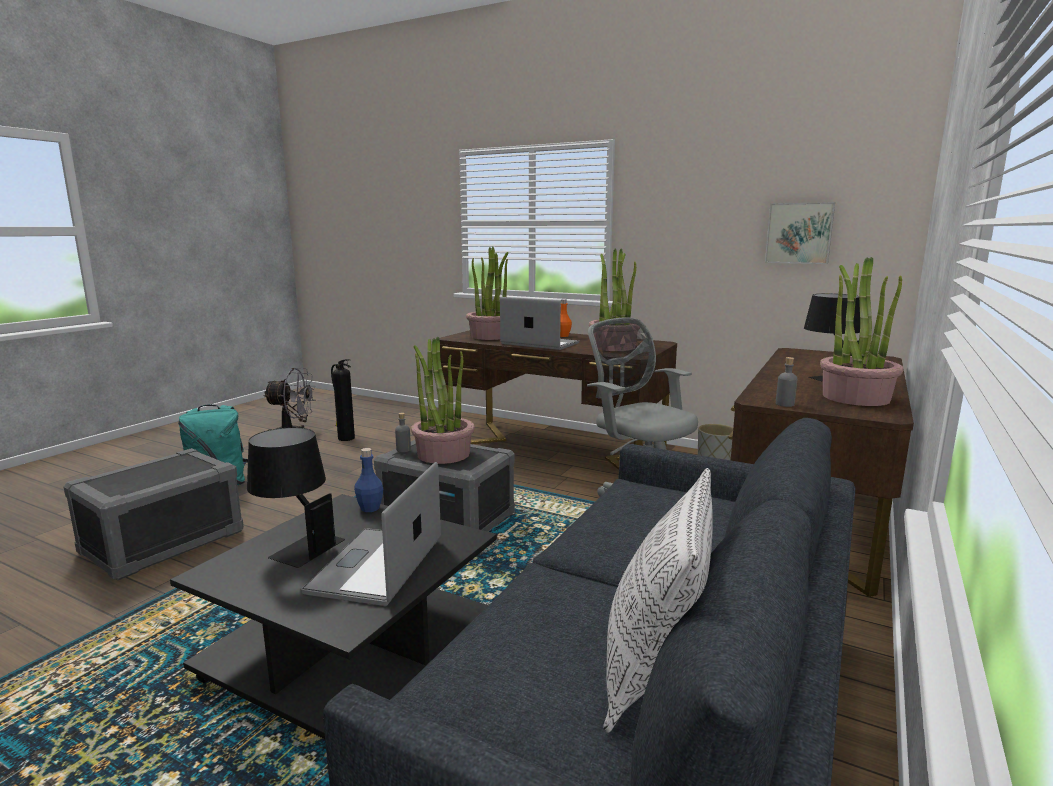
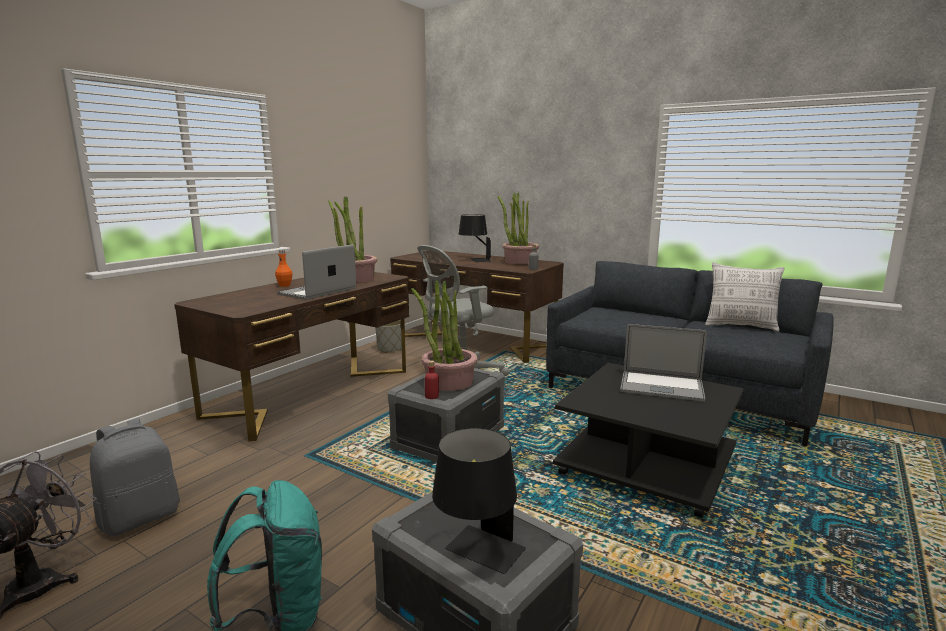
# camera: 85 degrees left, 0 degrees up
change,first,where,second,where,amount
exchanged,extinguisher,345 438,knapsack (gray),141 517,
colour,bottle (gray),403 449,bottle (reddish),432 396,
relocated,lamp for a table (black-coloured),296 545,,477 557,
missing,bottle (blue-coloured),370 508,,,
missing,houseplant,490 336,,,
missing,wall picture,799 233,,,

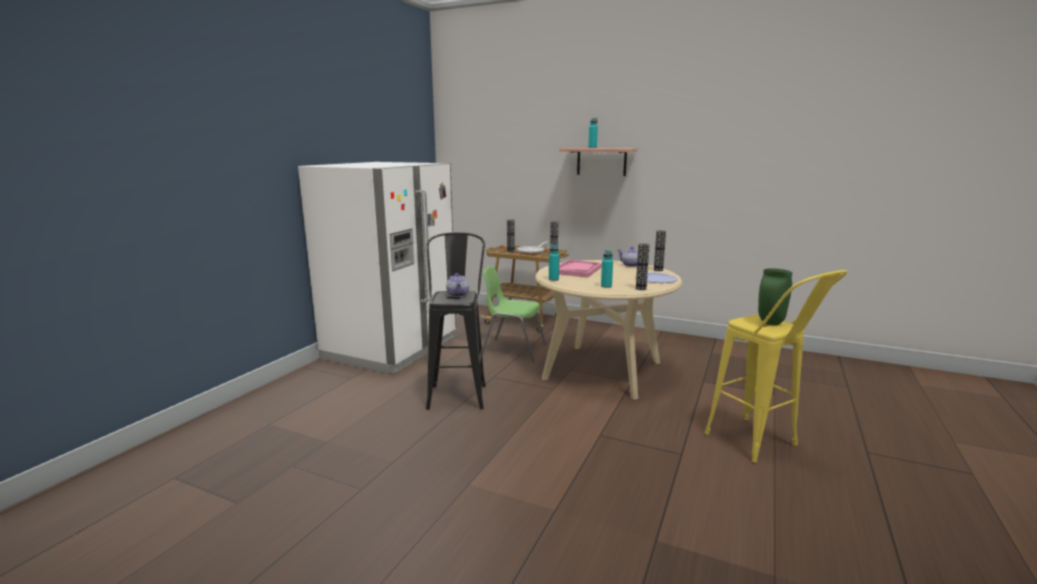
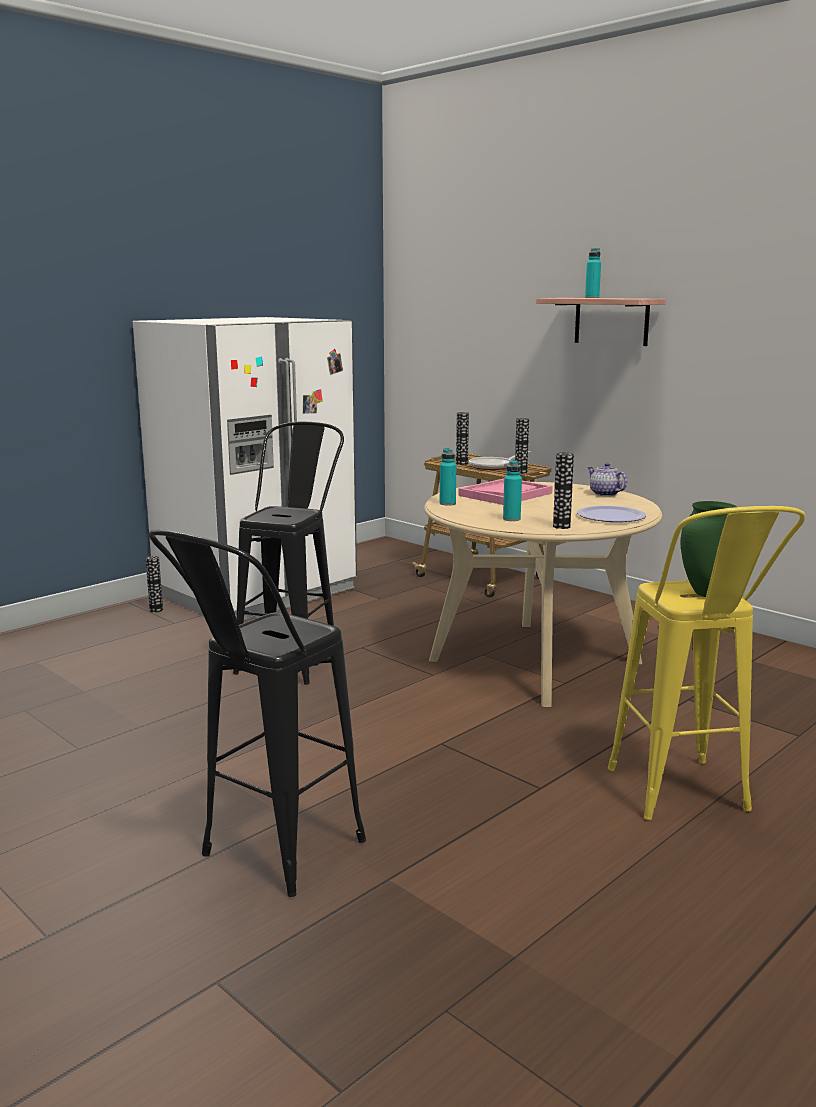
# camera: 20 degrees right, 0 degrees up
change,first,where,second,where,amount
relocated,vase,658 270,,156 610,
appeared,,,stool seat (black-coloured),267 860,
missing,pot for tea,458 295,,,
missing,upright chair (green-coloured),512 349,,,

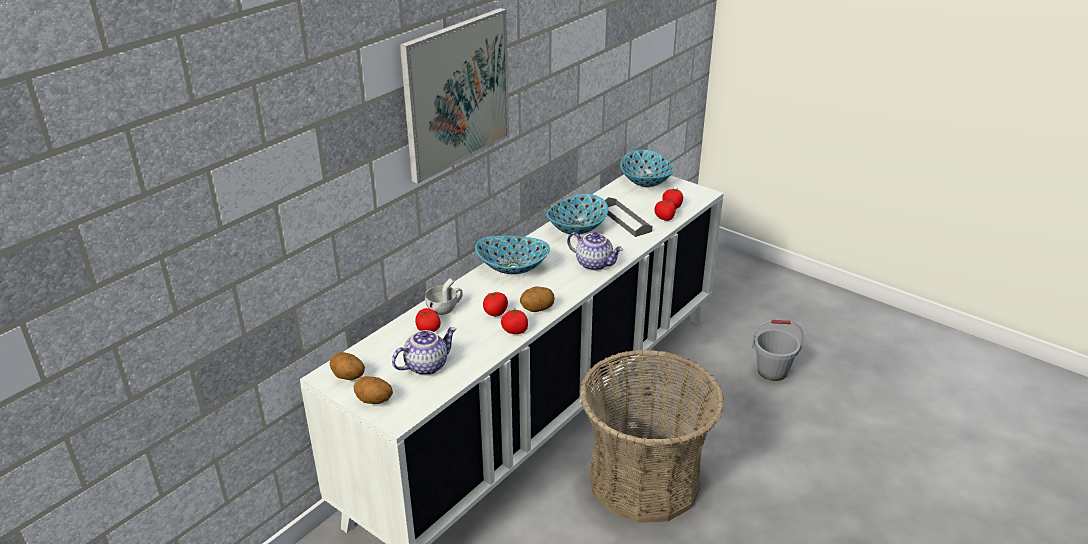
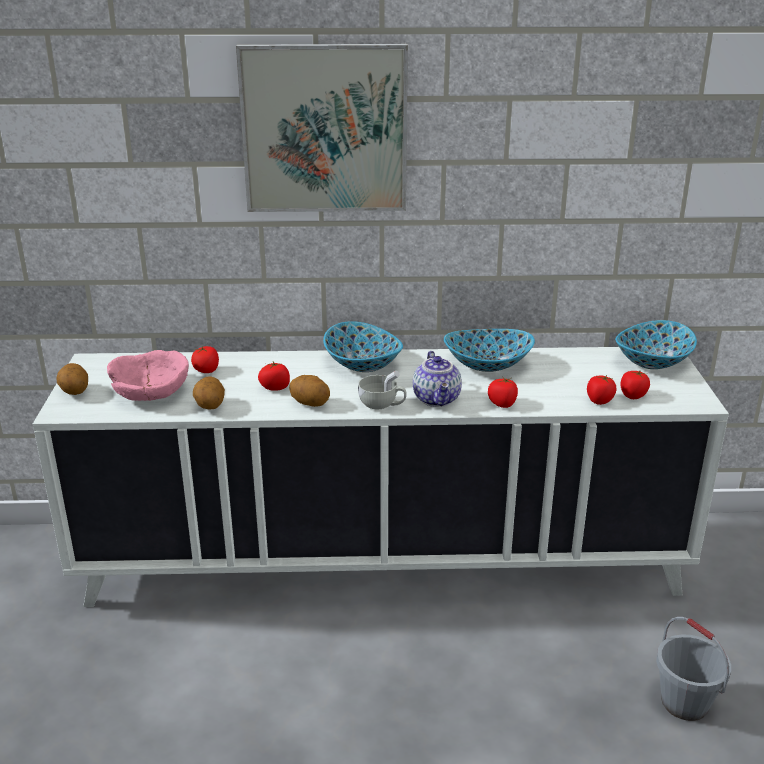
# camera: 50 degrees right, 5 degrees down
change,first,where,second,where,amount
exchanged,pot for tea,426 365,bowl (pink),151 392,
relocated,spud,348 377,,209 406,
relocated,cup (white),445 308,,382 405,
relocated,whole tomato,515 330,,502 404,
missing,basket,644 480,,,
missing,tray (gray),625 220,,,

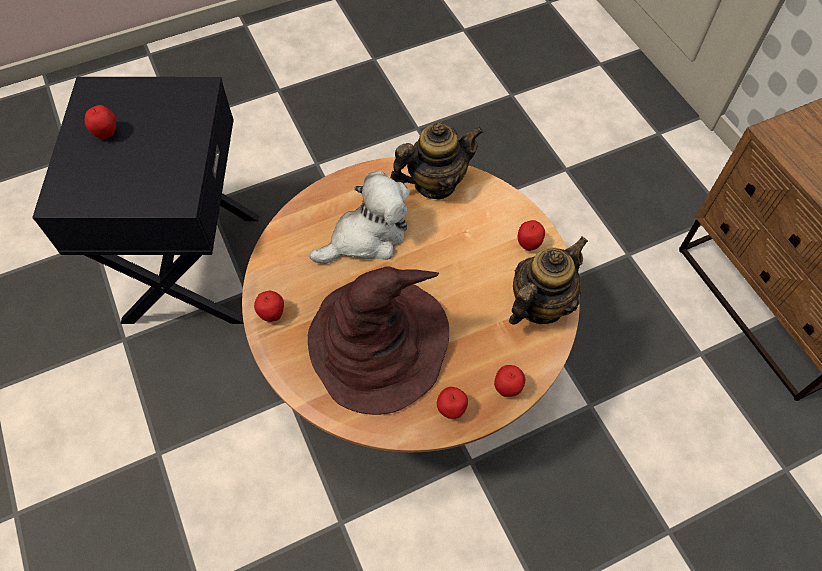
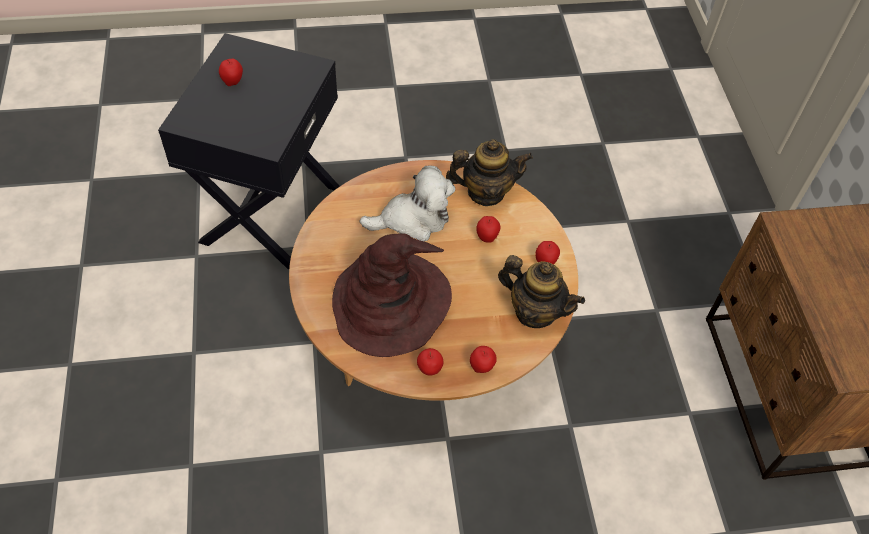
# camera: 15 degrees right, 5 degrees down
change,first,where,second,where,amount
relocated,apple fruit,272 314,,487 237,
spun,pot for tea,539 304,,535 311,60 degrees clockwise

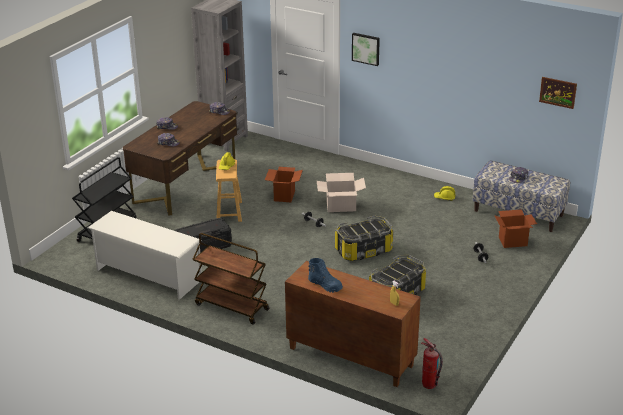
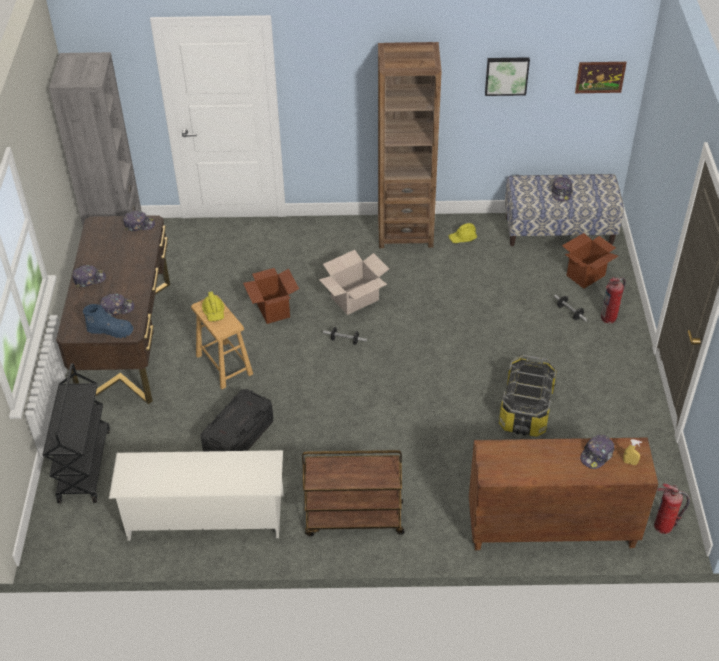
# camera: 30 degrees left, 15 degrees up
change,first,where,second,where,amount
relocated,tall boot (blue-coloured),325 285,,111 331,
appeared,,,shelving unit (brown-coloured),405 232,
relocated,wall picture,366 48,,506 75,
appeared,,,cap,597 455,
appeared,,,extinguisher,609 318,
missing,storage container,363 251,,,

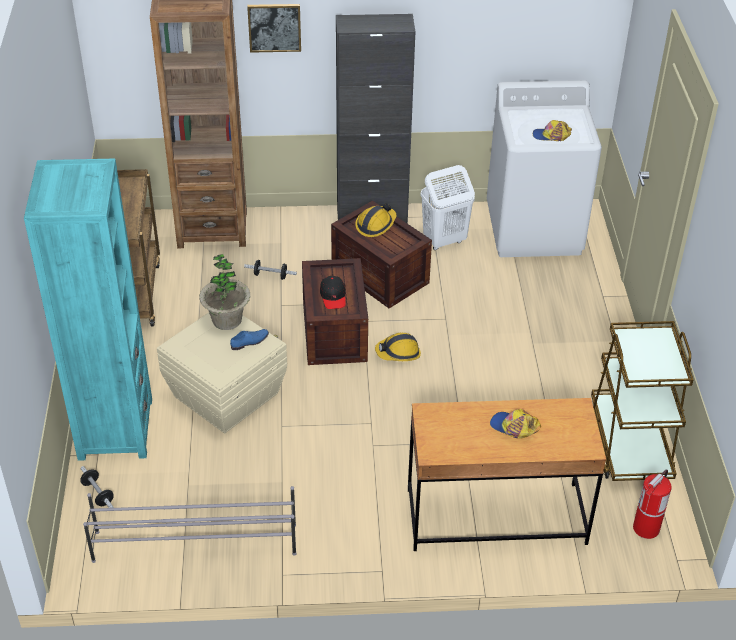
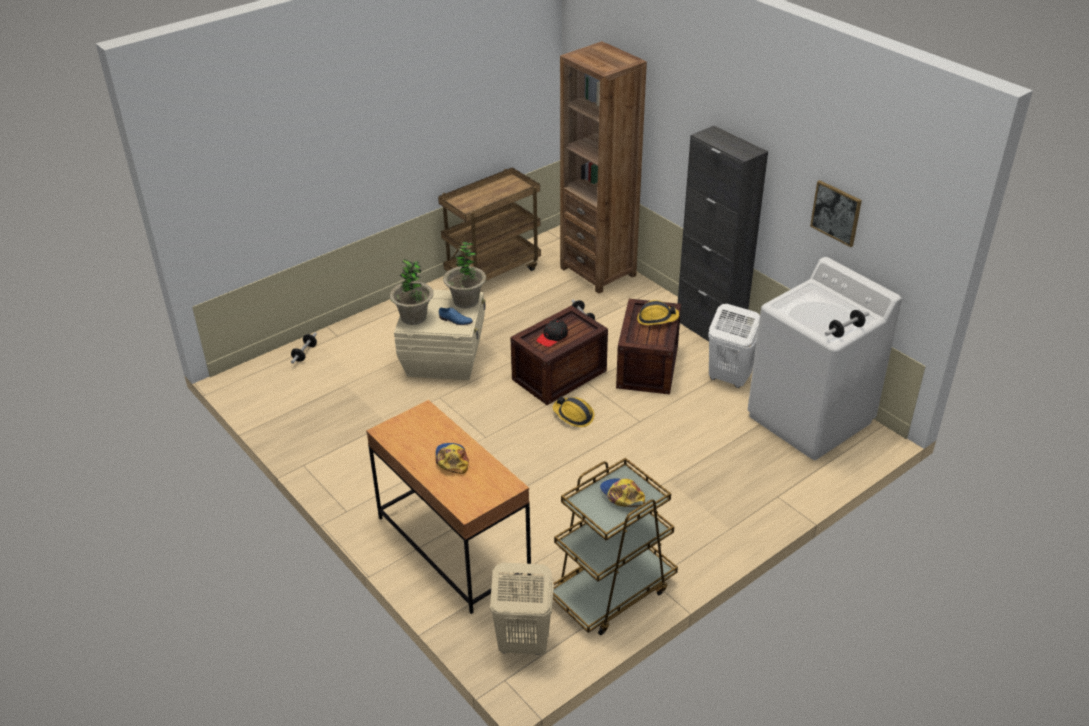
# camera: 55 degrees right, 5 degrees down
change,first,where,second,where,amount
appeared,,,houseplant,413 317,
exchanged,extinguisher,646 528,washing basket (sand-coloured),523 644,
relocated,cap,551 136,,621 495,
relocated,wall picture,274 27,,836 213,
appeared,,,free weight,845 330,
missing,shelving unit (turquoise),115 429,,,
missing,shoe stand (gray),194 542,,,

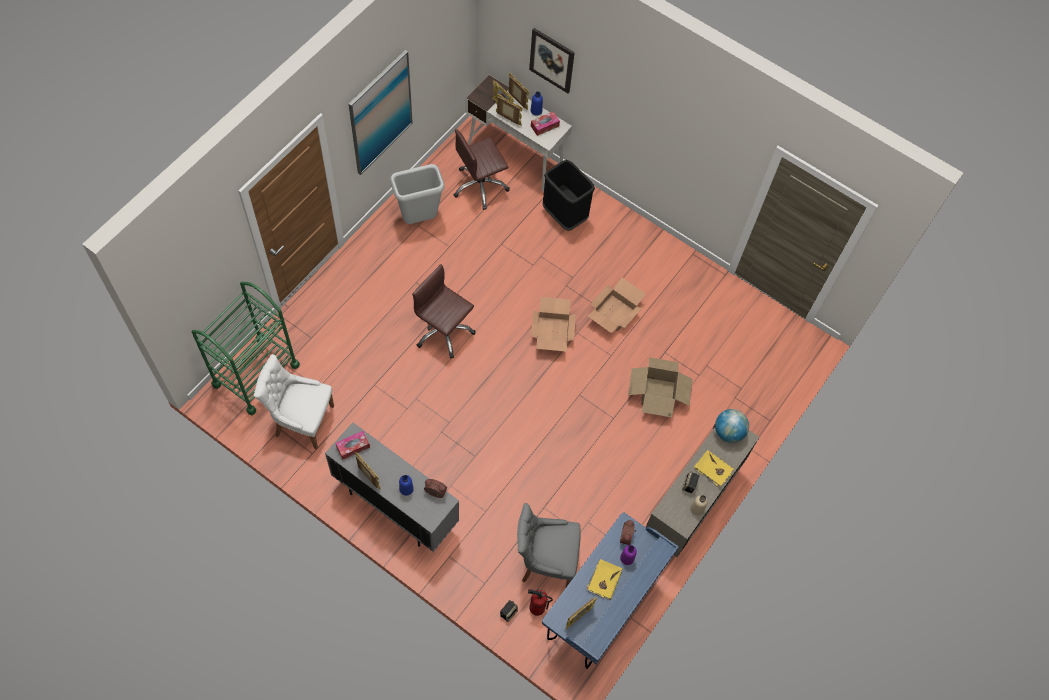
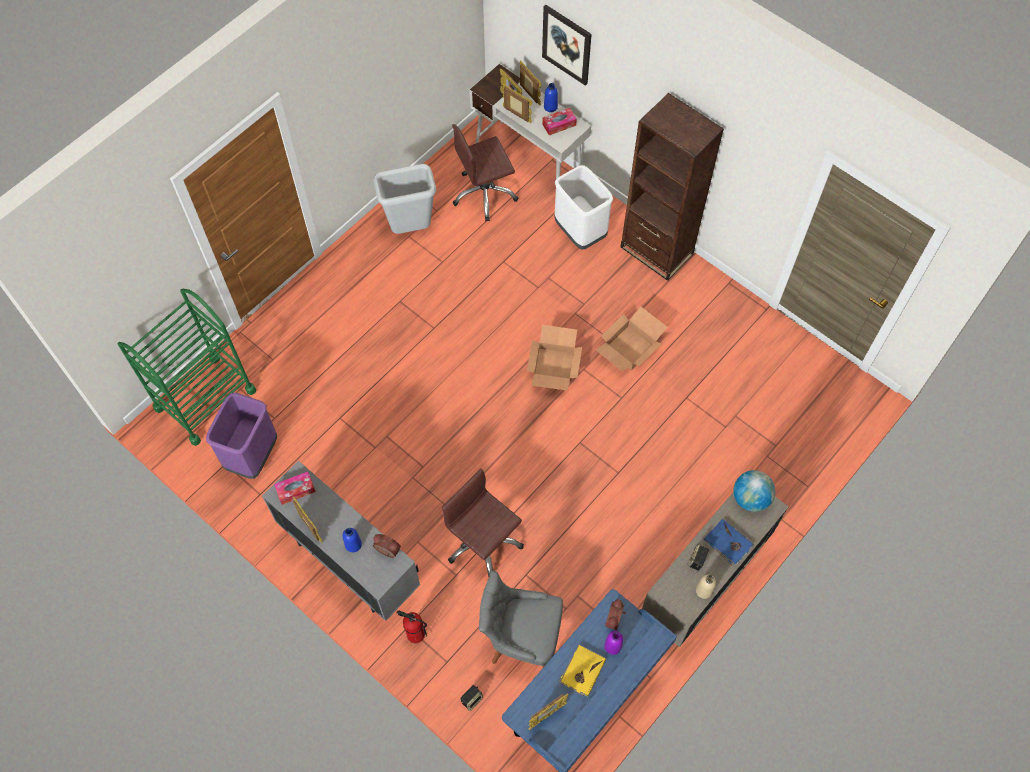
# camera: 10 degrees right, 0 degrees up
change,first,where,second,where,amount
exchanged,upright chair (white),302 420,waste bin (purple-coloured),252 455,
relocated,extinguisher,536 608,,415 634,
relocated,office chair (brown-coloured),443 332,,483 543,
colour,waste bin (black-coloured),564 216,waste bin (white),579 232,
appeared,,,shelving unit (brown-coloured),656 251,
colour,book (yellow),713 469,book (blue-coloured),728 543,
missing,wall picture,380 113,,,
missing,cardboard box,658 393,,,

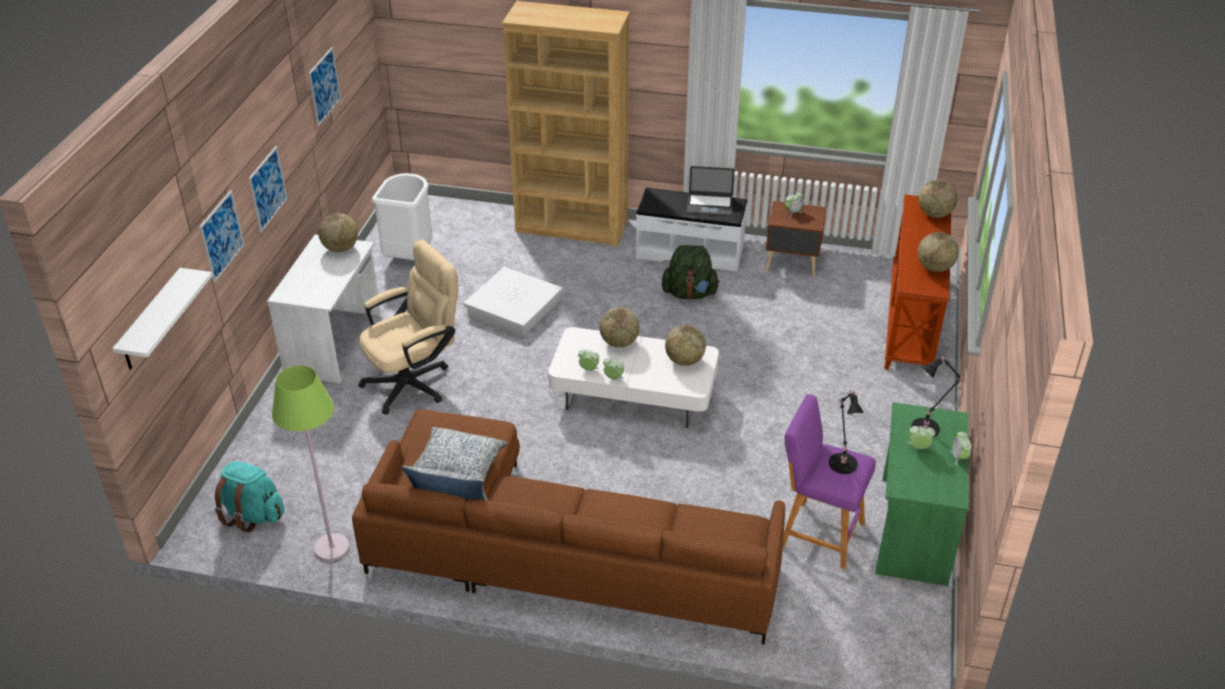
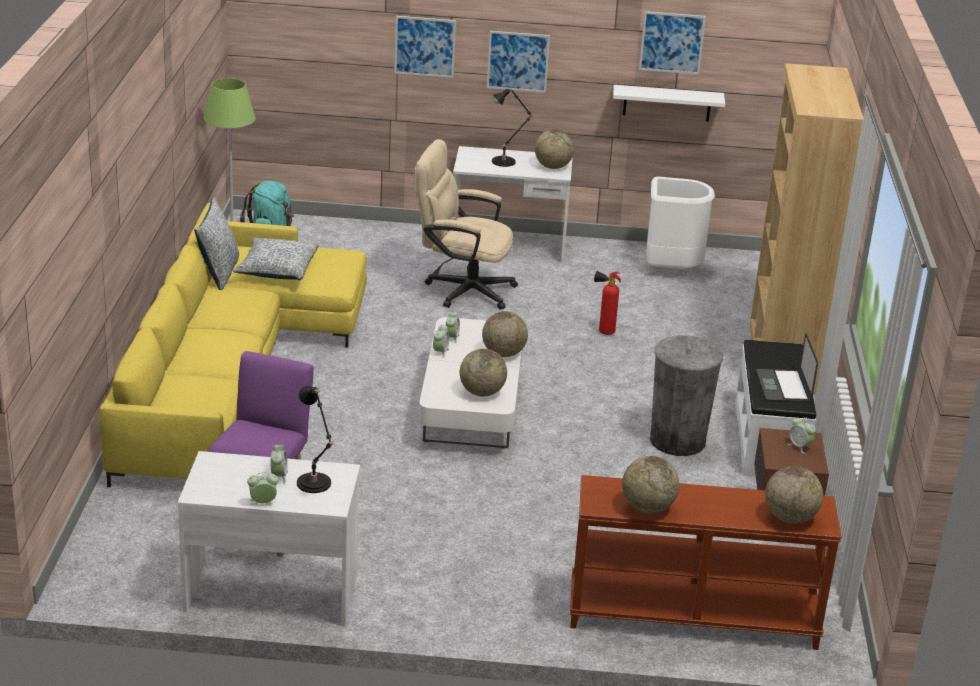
# camera: 80 degrees right, 10 degrees down
change,first,where,second,where,amount
colour,couch (brown-coloured),553 551,couch (yellow),232 371,
colour,desk unit (green-coloured),911 530,desk unit (white),271 591,
spun,office chair (sand-coloured),415 381,,462 289,150 degrees clockwise
relocated,lamp for a table (black-coloured),842 461,,505 161,
exchanged,storage container (white),513 307,extinguisher,603 331,
relocated,wall shelf (white),151 321,,667 103,
exchanged,knapsack (green-coloured),689 293,waste bin (gray),677 440,

